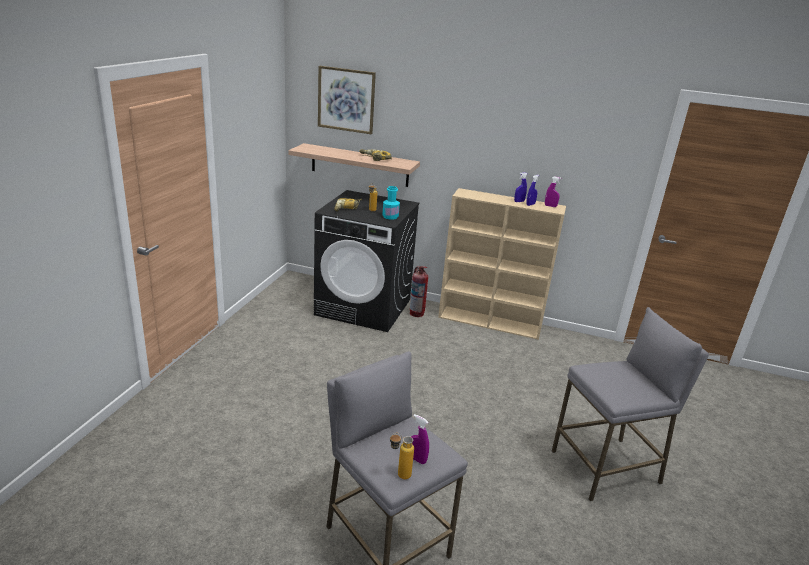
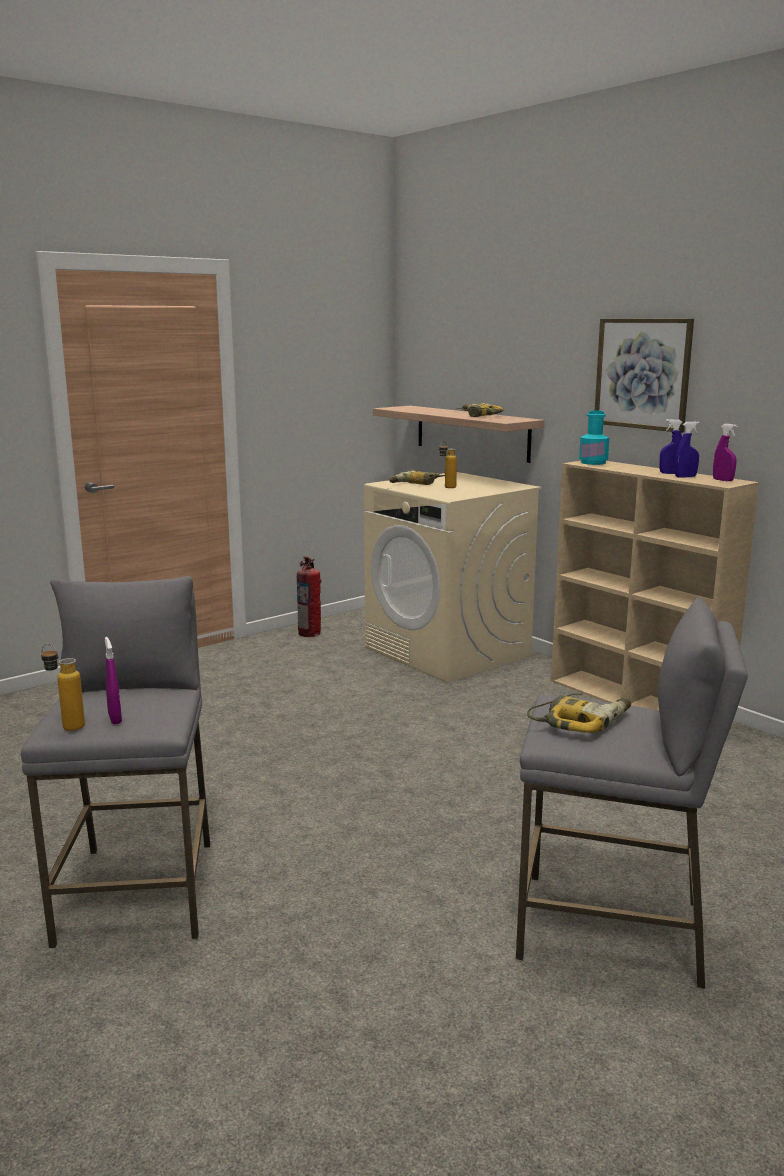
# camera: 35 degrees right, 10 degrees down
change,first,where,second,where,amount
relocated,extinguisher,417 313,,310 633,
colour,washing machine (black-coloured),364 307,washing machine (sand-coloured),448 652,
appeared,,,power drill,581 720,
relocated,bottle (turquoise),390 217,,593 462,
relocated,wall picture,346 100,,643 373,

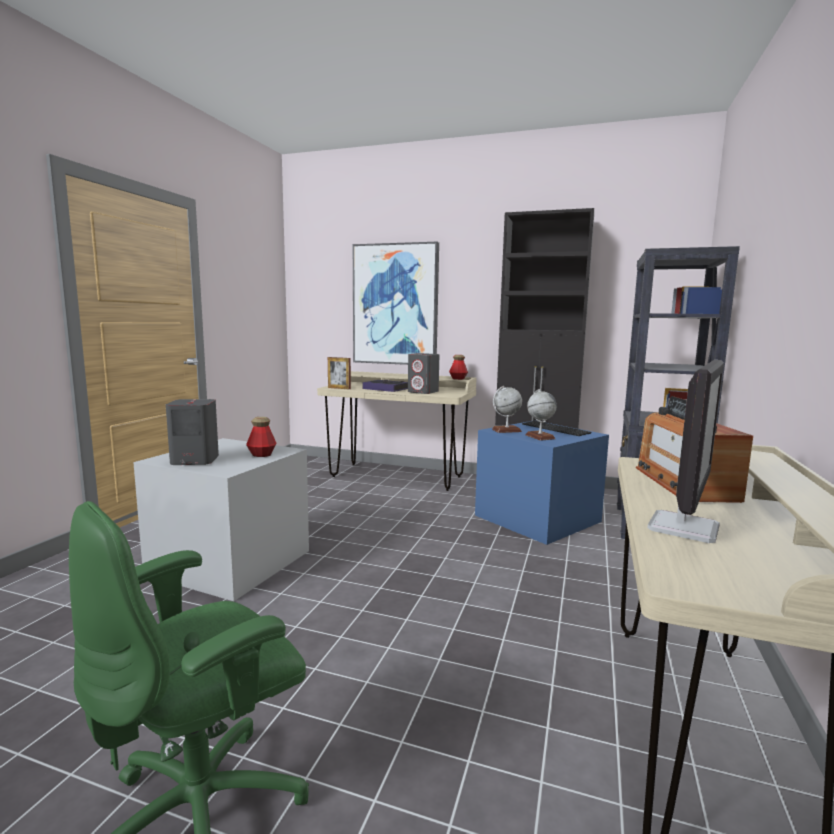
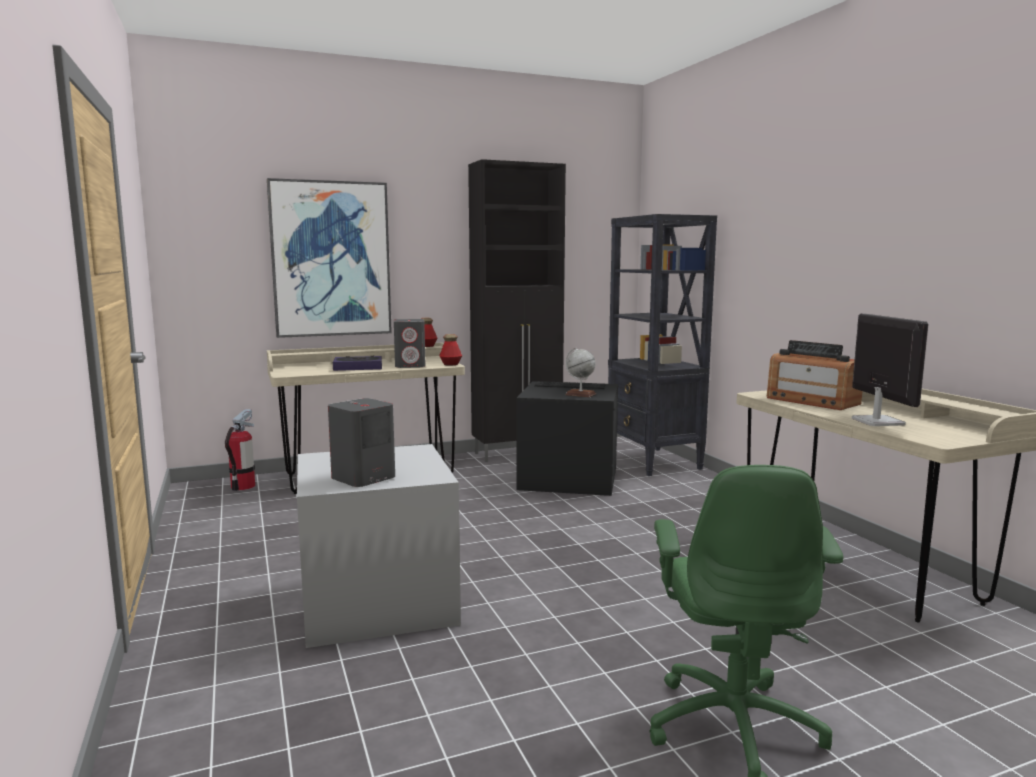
# camera: 40 degrees left, 0 degrees up
change,first,where,second,where,amount
appeared,,,extinguisher,243 486,
relocated,bottle,261 455,,451 364,
colour,storage container (blue-coloured),539 518,storage container (black-coloured),570 478,
missing,picture frame,339 388,,,
missing,desk globe,506 430,,,

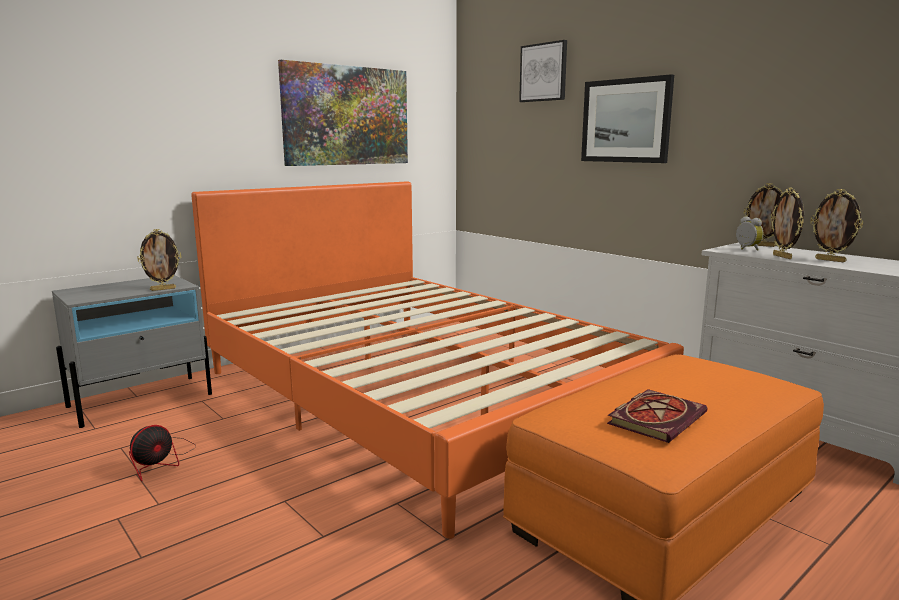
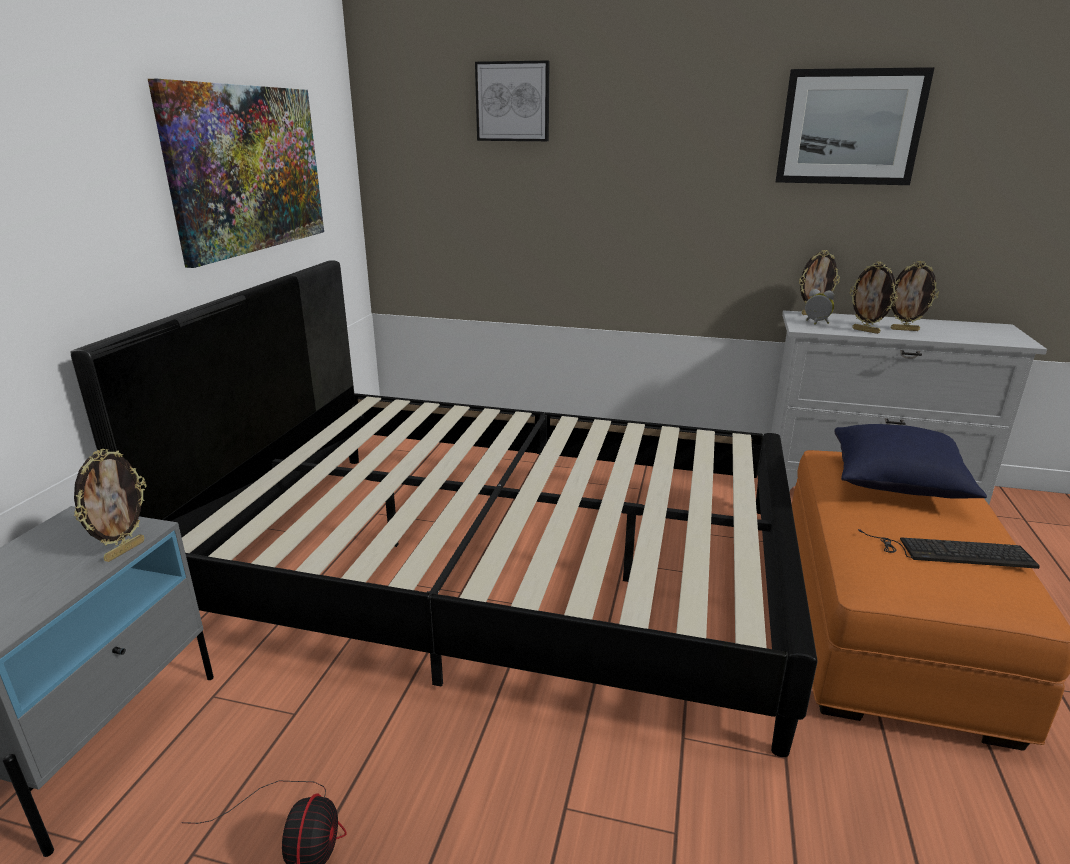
# camera: 35 degrees left, 10 degrees up
change,first,where,second,where,amount
colour,sleeping bed (orange),420 393,sleeping bed (black-coloured),502 562,
relocated,wall picture,626 121,,850 127,
appeared,,,pillow (blue-coloured),897 484,
exchanged,book,656 418,keyboard,949 551,

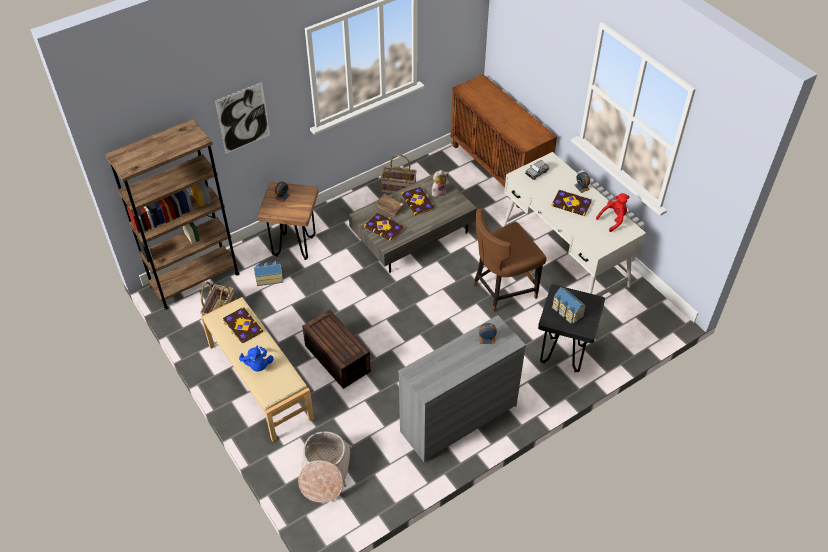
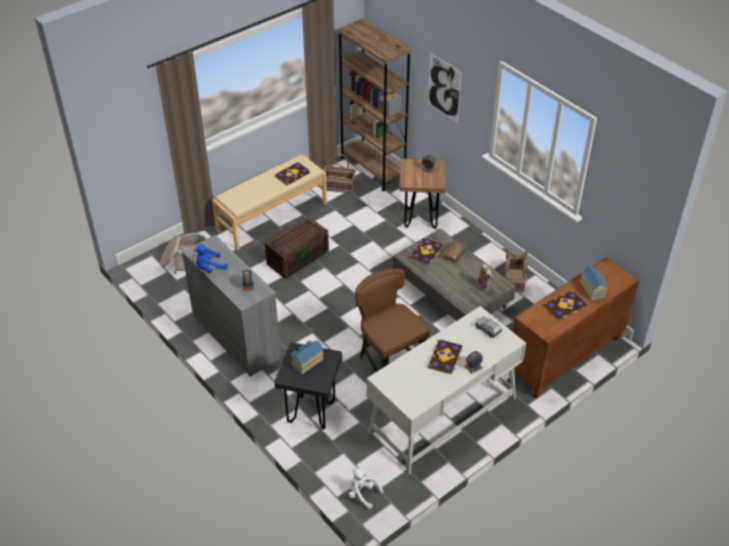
# camera: 85 degrees right, 5 degrees down
change,first,where,second,where,amount
relocated,plush toy (blue-coloured),257 365,,210 268,
appeared,,,plush toy (white),363 494,
relocated,book,418 201,,565 306,
relocated,toy house,269 278,,593 289,
missing,plush toy (reddish),613 219,,,

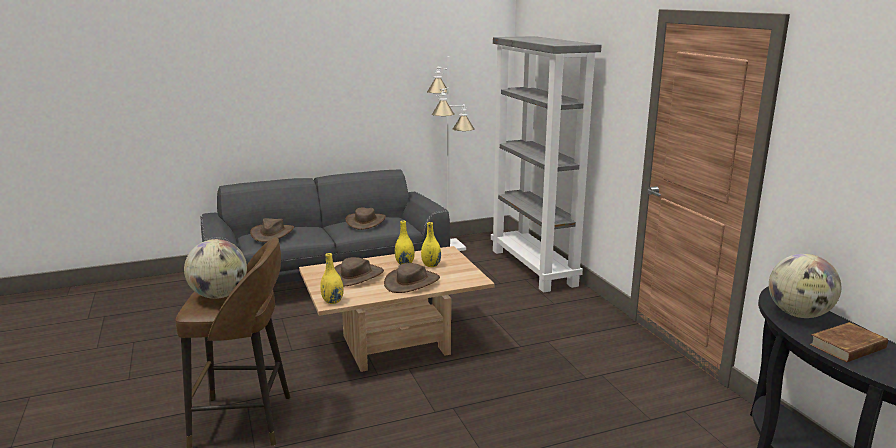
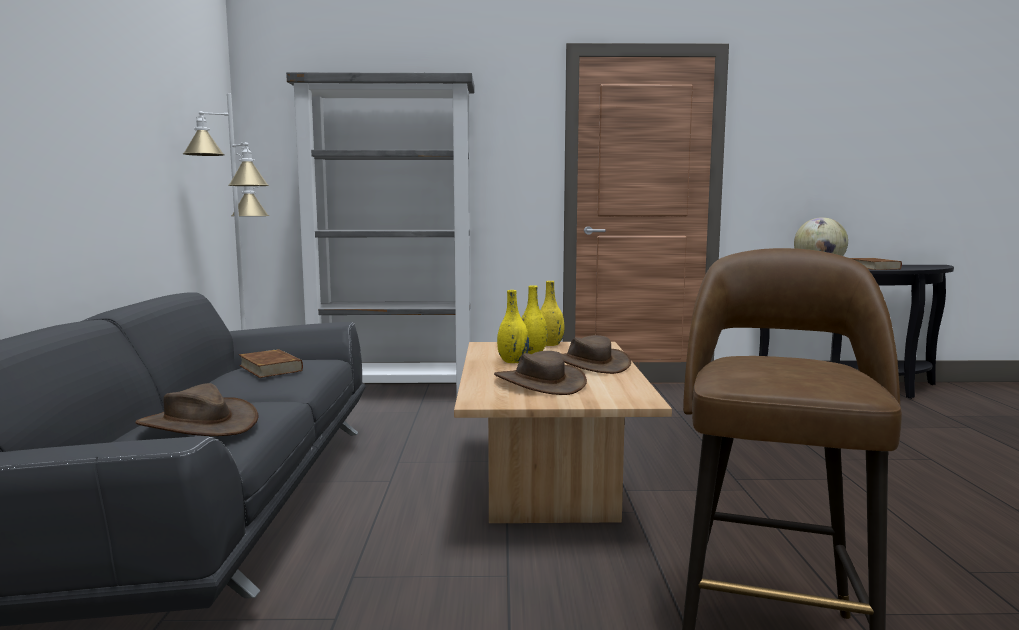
# camera: 70 degrees left, 10 degrees down
change,first,where,second,where,amount
exchanged,clothing hat (brown-coloured),366 222,book (brown-coloured),271 368,
relocated,vase (yellow),332 301,,550 344,
missing,desk globe,219 295,,,

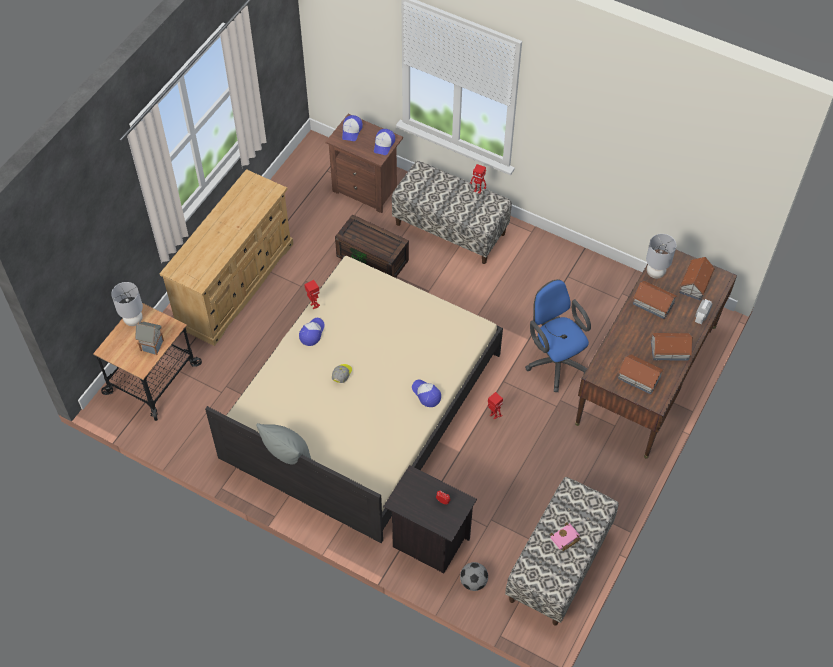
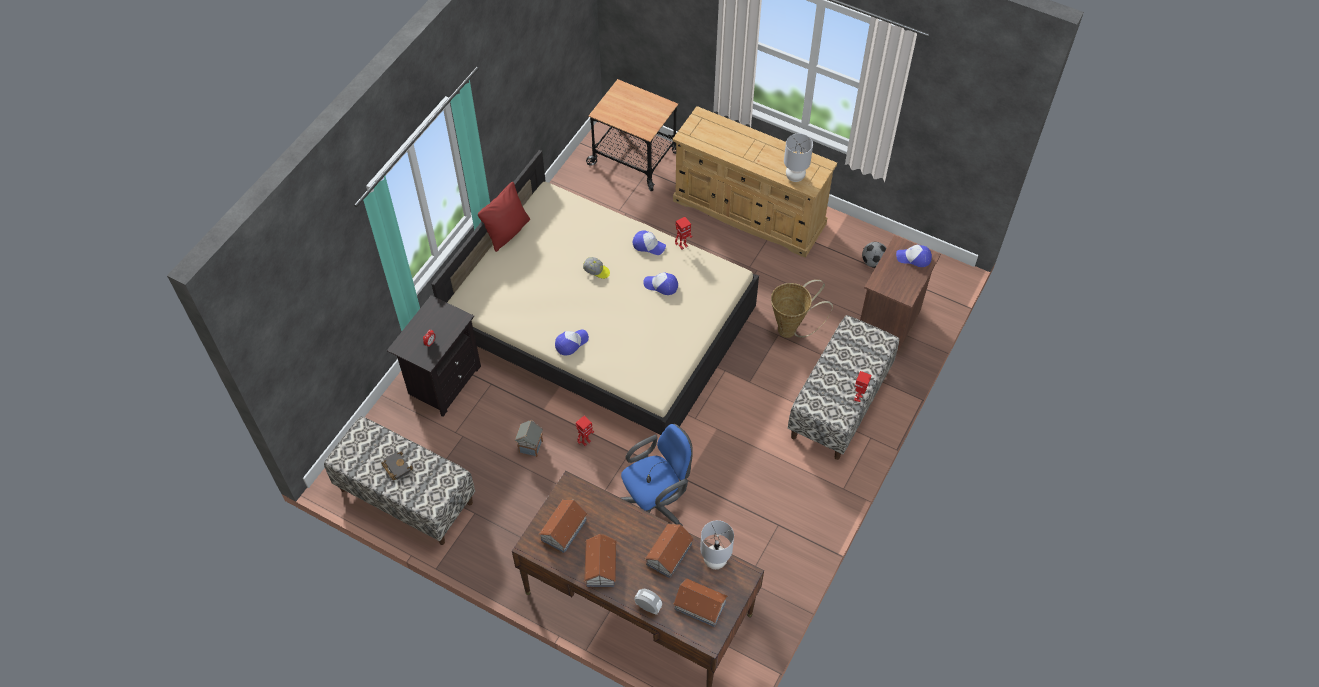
# camera: 90 degrees right, 0 degrees up
change,first,where,second,where,amount
colour,book (pink),565 539,book (black-coloured),396 467,
colour,pillow (gray),287 455,pillow (reddish),507 232,
relocated,toy house,152 345,,530 447,
relocated,cap,384 144,,661 285,
exchanged,storage container (brown-coloured),374 258,basket,791 330,
relocated,lamp for a table (gray),133 320,,794 177,
relocated,football ball,473 582,,873 262,

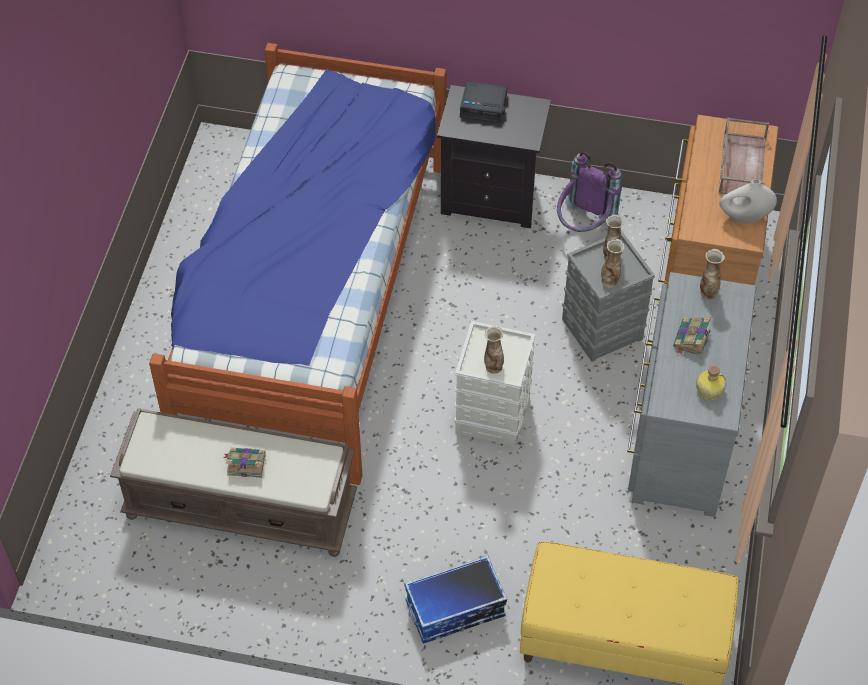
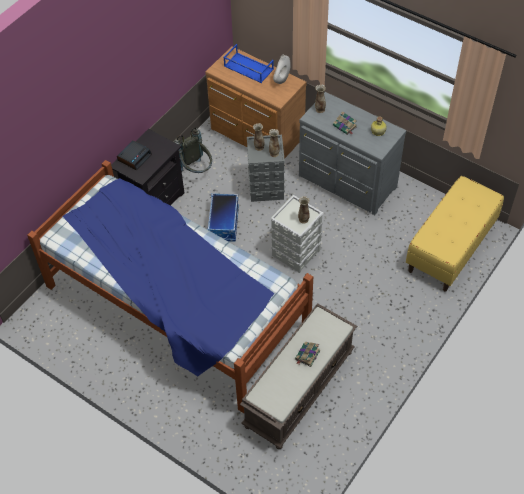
# camera: 65 degrees left, 0 degrees up
change,first,where,second,where,amount
colour,knapsack (purple-coloured),583 226,knapsack (gray),196 170,
relocated,storage container,455 610,,224 224,
colour,tray (brown-coloured),741 164,tray (blue-coloured),248 68,

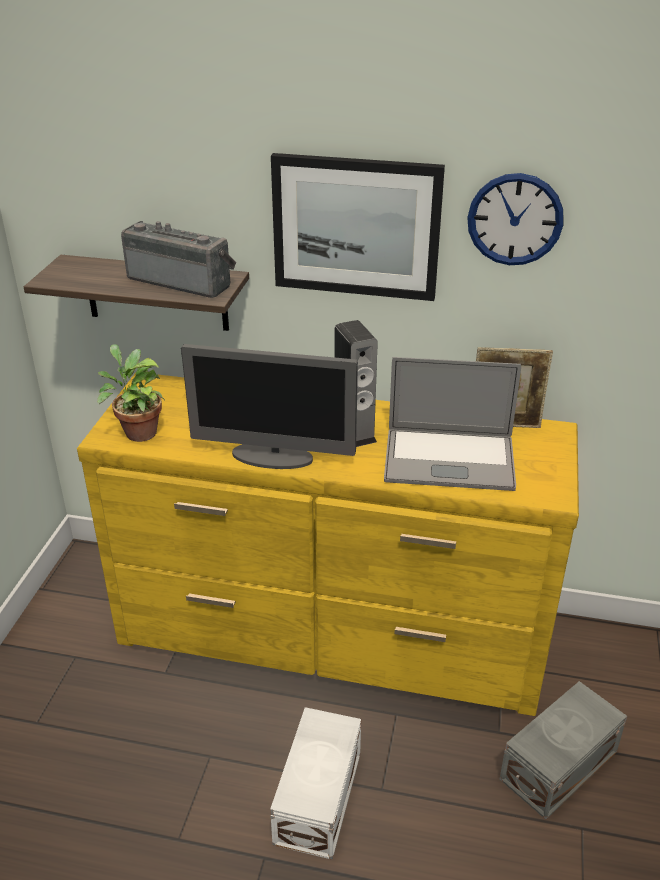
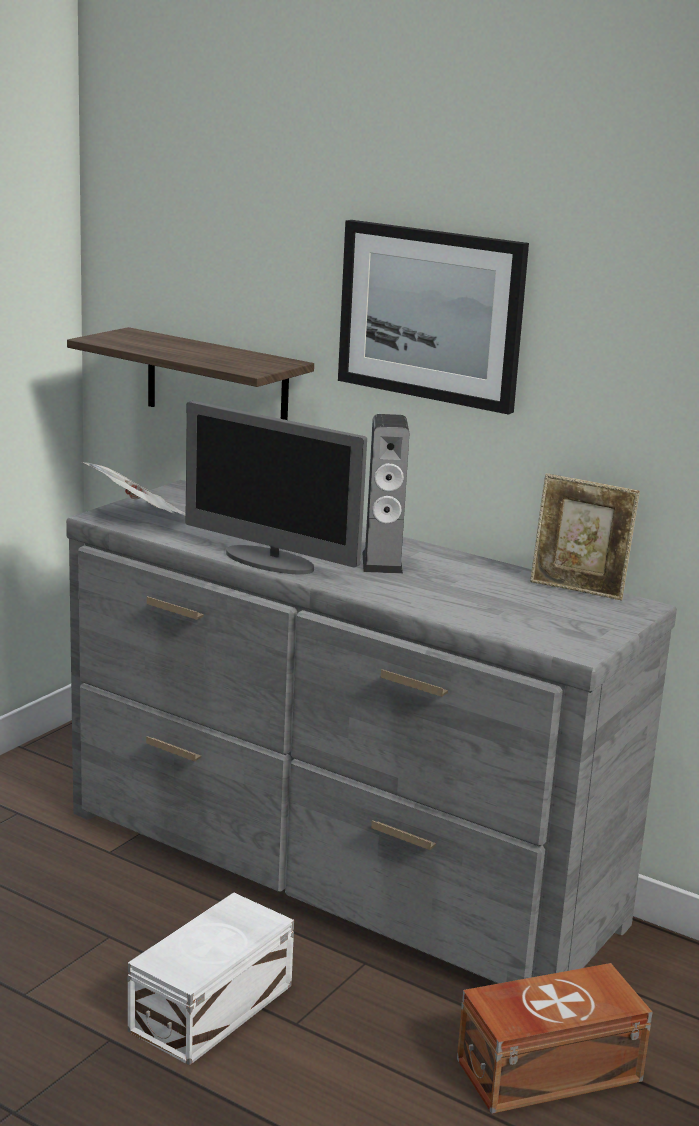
# camera: 20 degrees right, 15 degrees down
change,first,where,second,where,amount
colour,chest of drawers (yellow),332 632,chest of drawers (gray),337 868,
exchanged,houseplant,138 431,daily paper,140 518,
colour,storage container (gray),556 765,storage container (brown-coloured),545 1068,
missing,radio set,182 281,,,
missing,portable computer,449 460,,,
missing,wall clock,515 219,,,

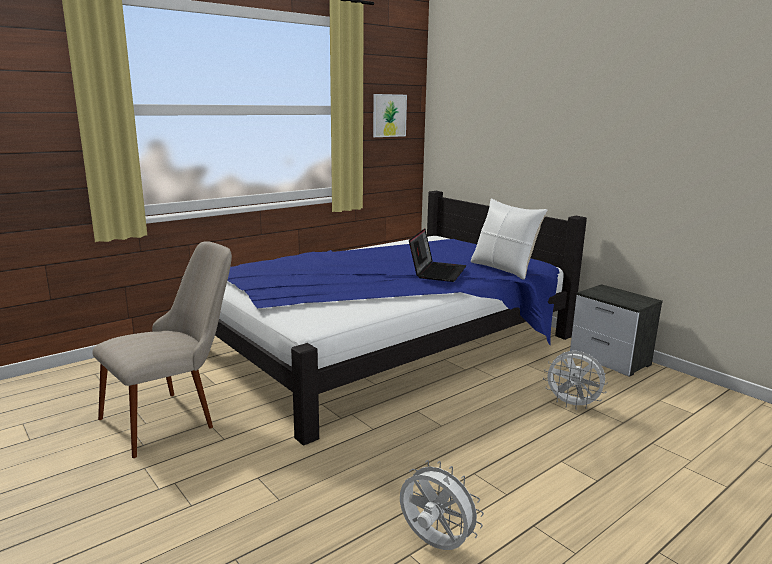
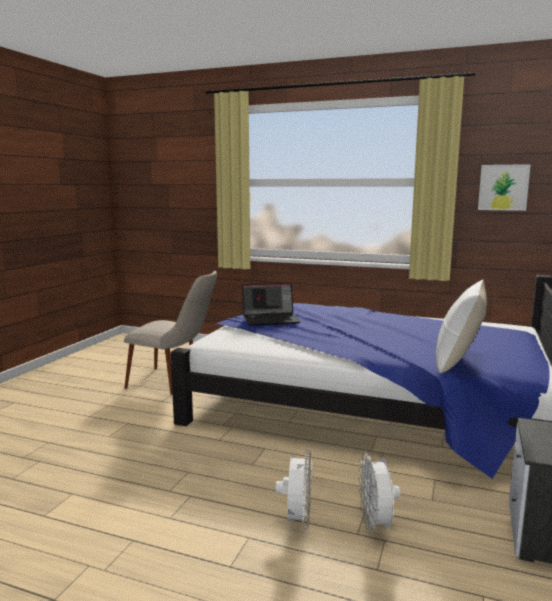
# camera: 60 degrees right, 5 degrees down
change,first,where,second,where,amount
relocated,portable computer,437 272,,271 319,
relocated,electric fan (white),434 545,,296 521,

